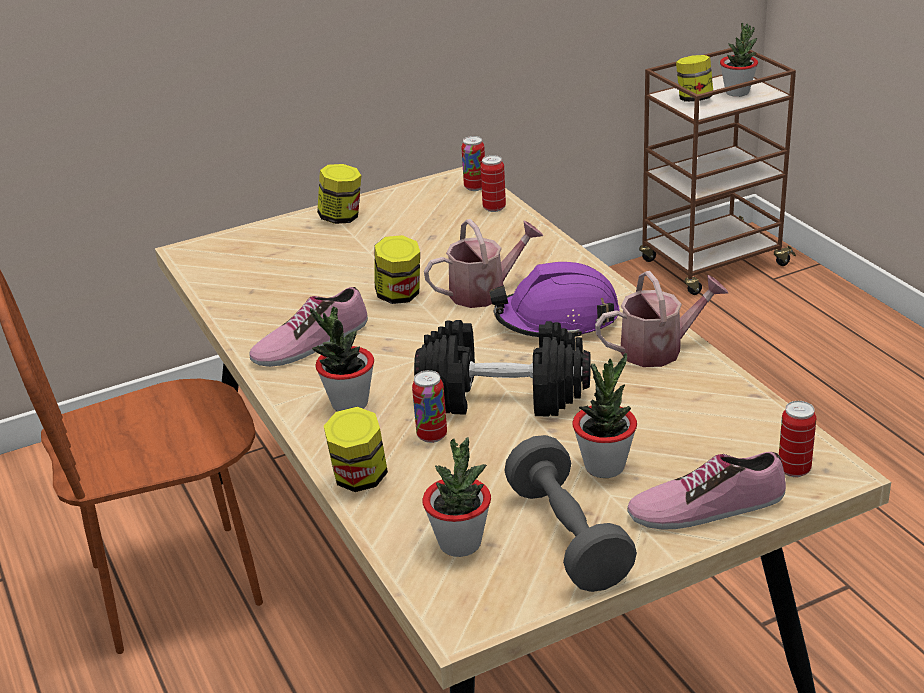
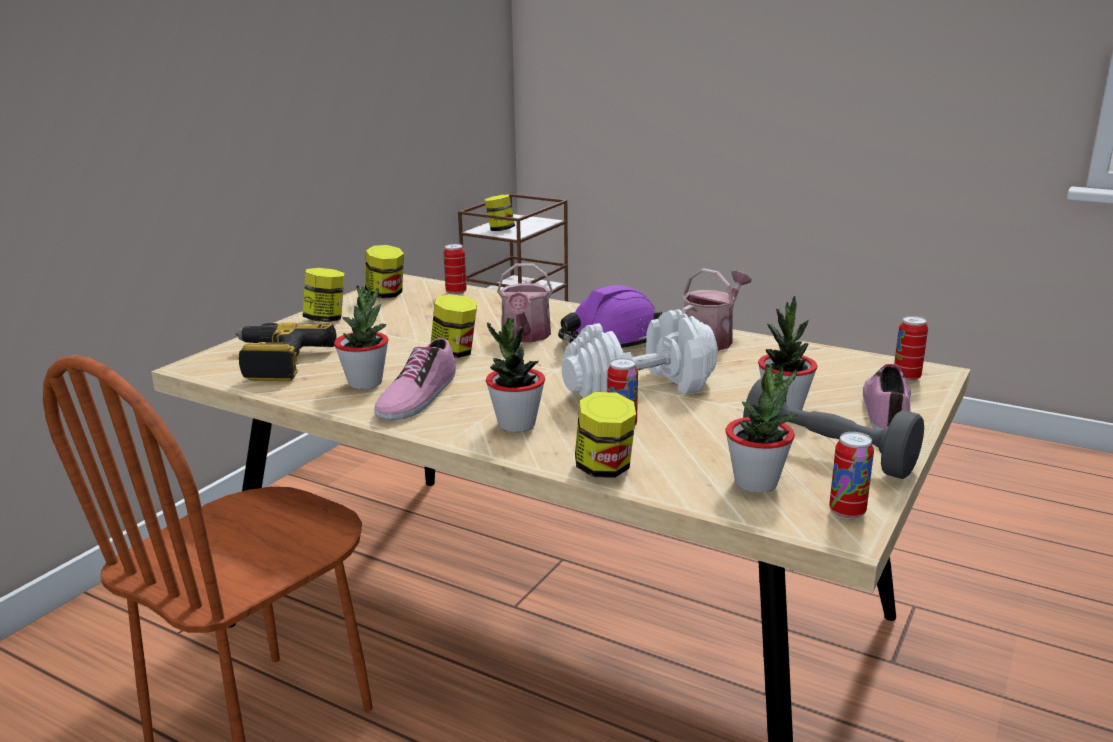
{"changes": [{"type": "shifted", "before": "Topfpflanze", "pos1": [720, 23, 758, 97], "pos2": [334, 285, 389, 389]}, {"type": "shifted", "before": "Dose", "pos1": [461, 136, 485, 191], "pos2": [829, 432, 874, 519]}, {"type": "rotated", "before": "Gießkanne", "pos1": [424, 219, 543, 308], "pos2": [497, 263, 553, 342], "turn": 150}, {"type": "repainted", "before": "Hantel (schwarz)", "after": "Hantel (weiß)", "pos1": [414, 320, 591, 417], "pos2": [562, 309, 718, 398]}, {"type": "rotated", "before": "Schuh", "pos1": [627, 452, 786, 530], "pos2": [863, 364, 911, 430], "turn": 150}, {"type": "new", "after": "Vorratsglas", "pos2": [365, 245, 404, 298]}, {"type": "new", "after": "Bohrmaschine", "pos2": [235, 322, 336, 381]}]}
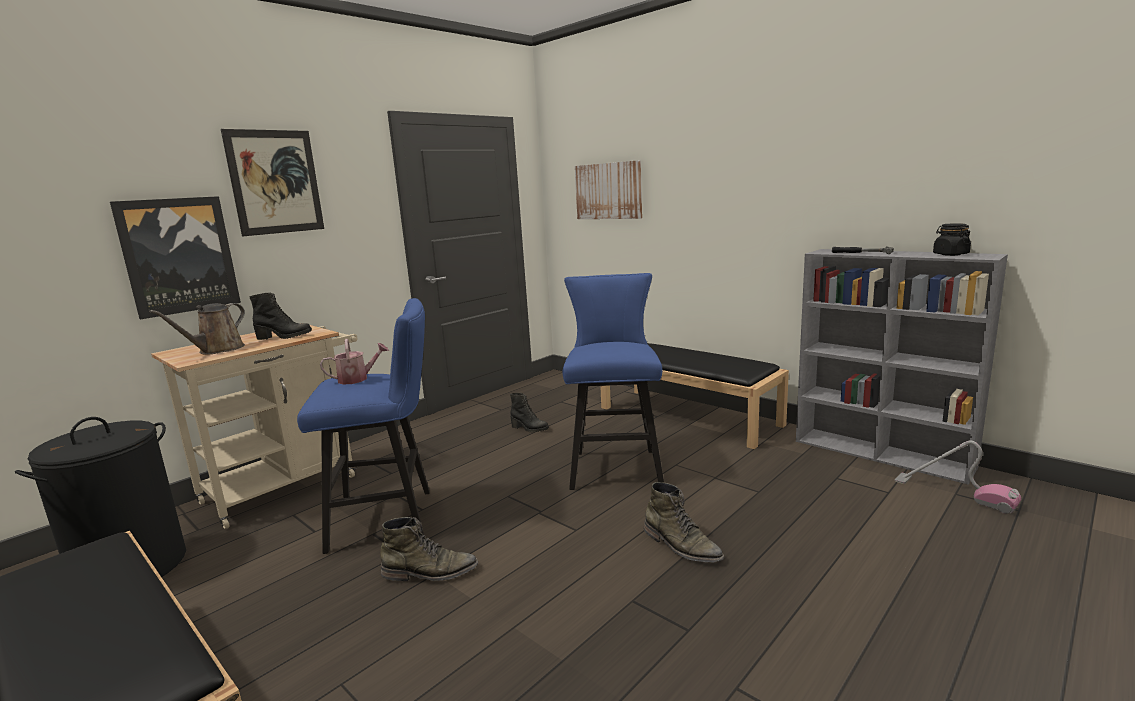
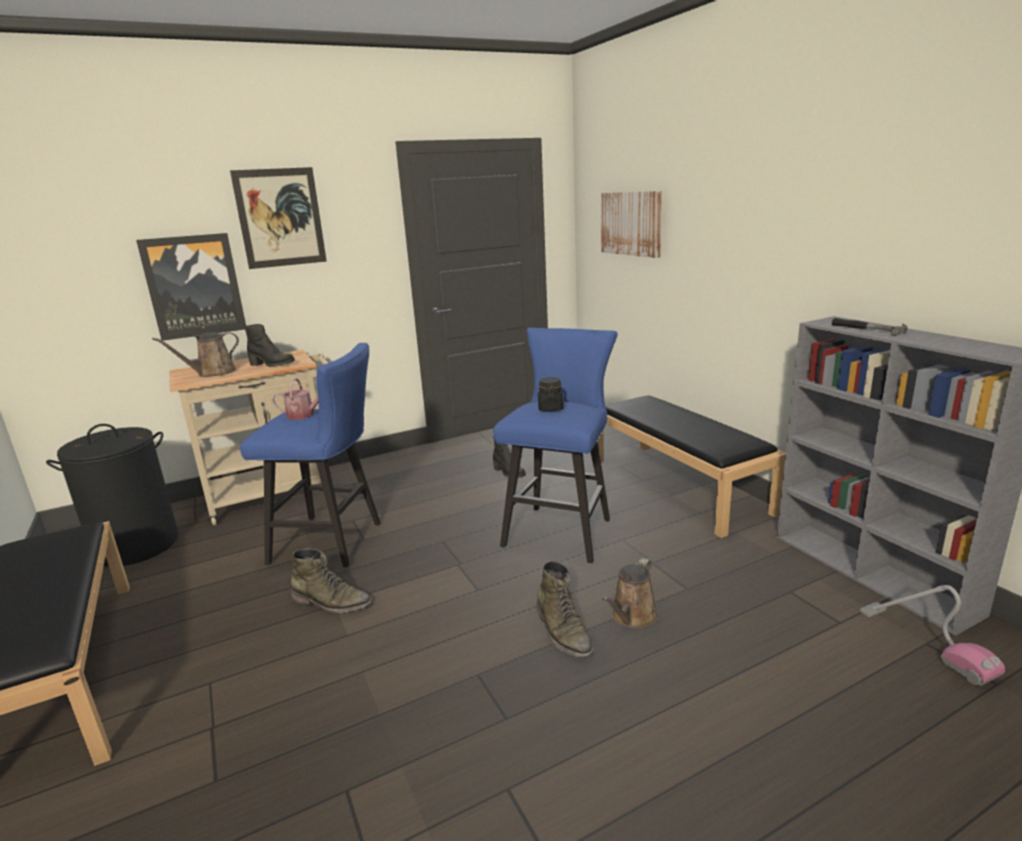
{"changes": [{"type": "shifted", "before": "Vorratsglas (schwarz)", "pos1": [933, 223, 971, 256], "pos2": [538, 377, 564, 411]}, {"type": "new", "after": "Gießkanne (braun)", "pos2": [602, 558, 658, 628]}]}
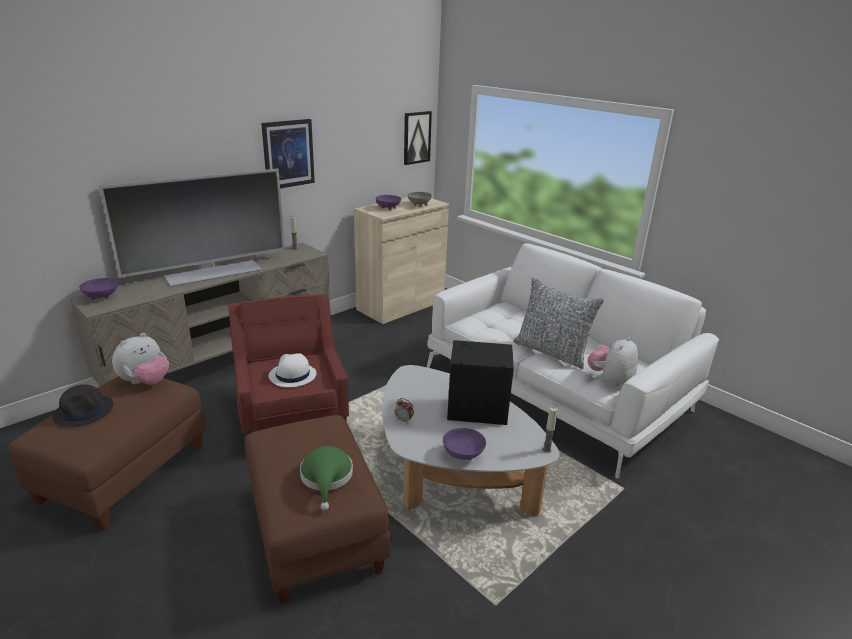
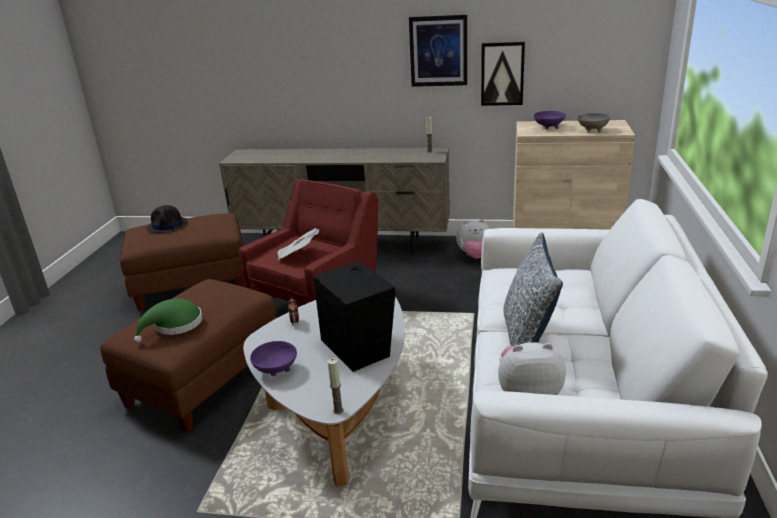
{"changes": [{"type": "shifted", "before": "Bild", "pos1": [404, 111, 432, 165], "pos2": [481, 42, 525, 106]}, {"type": "gone", "before": "Fernseher", "pos1": [99, 169, 285, 287]}, {"type": "gone", "before": "Schüssel (lila)", "pos1": [79, 278, 118, 300]}, {"type": "shifted", "before": "Plüschtier", "pos1": [112, 333, 169, 385], "pos2": [456, 219, 490, 259]}, {"type": "swapped", "before": "Hut (weiß)", "after": "Zeitung", "pos1": [268, 353, 317, 387], "pos2": [278, 228, 319, 260]}]}
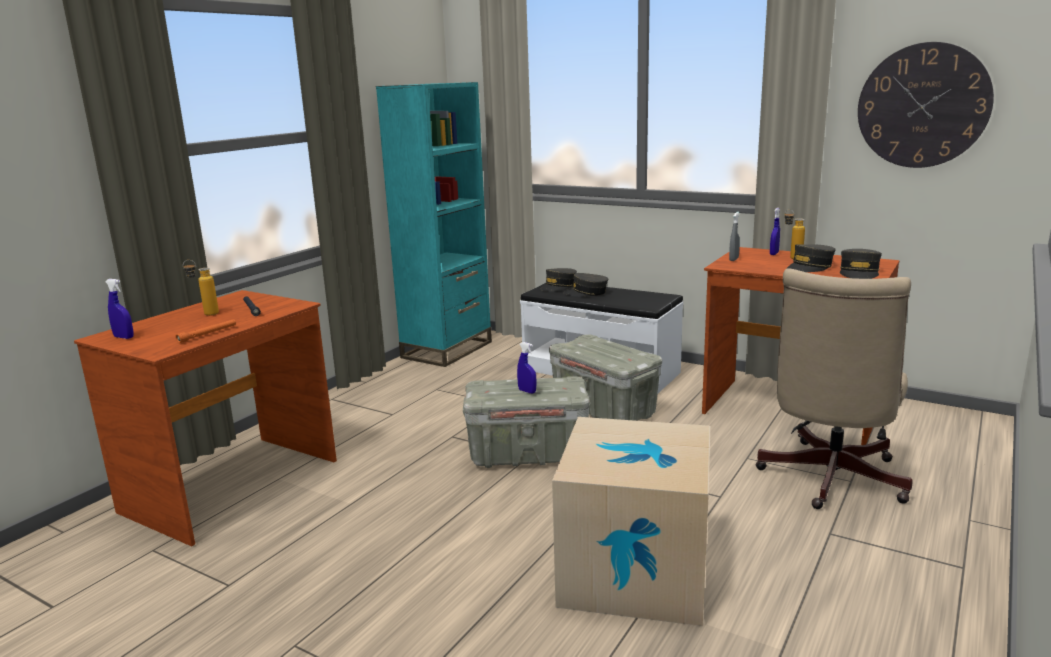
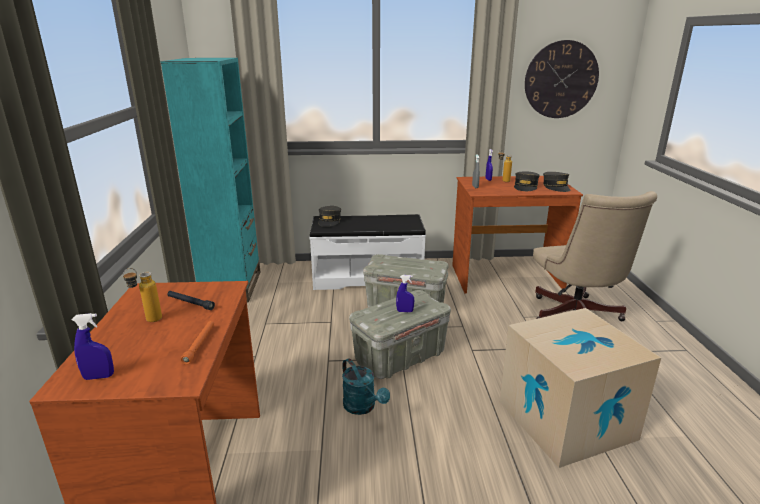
{"changes": [{"type": "gone", "before": "Kappe (grau)", "pos1": [563, 273, 608, 297]}, {"type": "new", "after": "Gießkanne (türkis)", "pos2": [342, 358, 390, 415]}]}
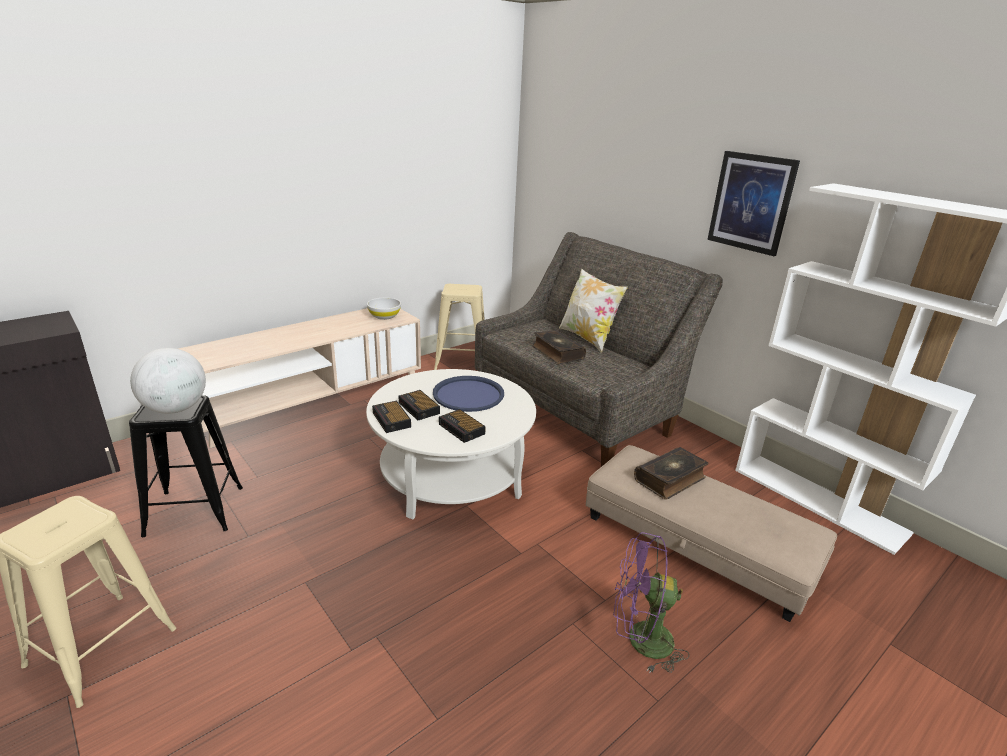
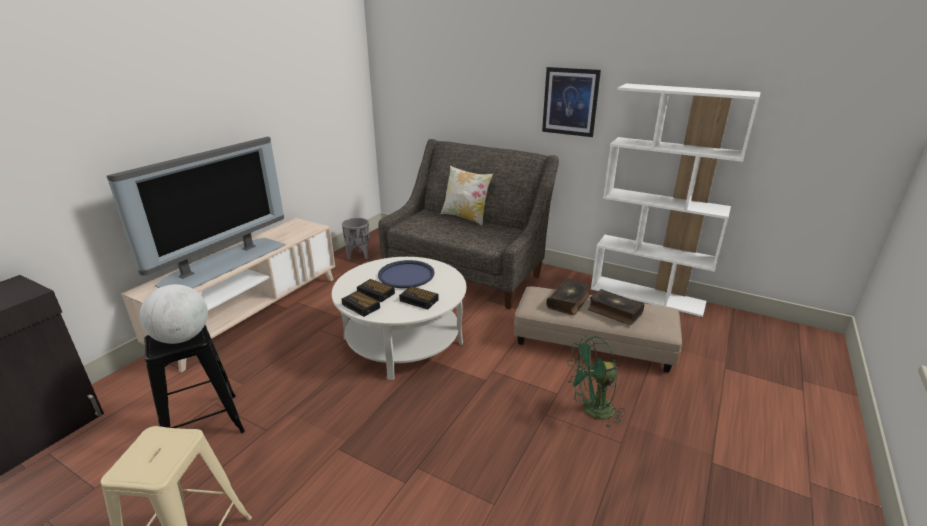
{"changes": [{"type": "swapped", "before": "Hocker (beige)", "after": "Pflanzkübel (grau)", "pos1": [434, 284, 484, 370], "pos2": [342, 218, 370, 259]}, {"type": "gone", "before": "Schüssel (weiß)", "pos1": [367, 298, 401, 320]}, {"type": "shifted", "before": "Buch", "pos1": [532, 330, 586, 364], "pos2": [588, 289, 644, 325]}, {"type": "repainted", "before": "Ventilator (lila)", "after": "Ventilator (grün)", "pos1": [613, 532, 689, 673], "pos2": [567, 336, 626, 429]}, {"type": "new", "after": "Fernseher", "pos2": [106, 137, 286, 288]}]}
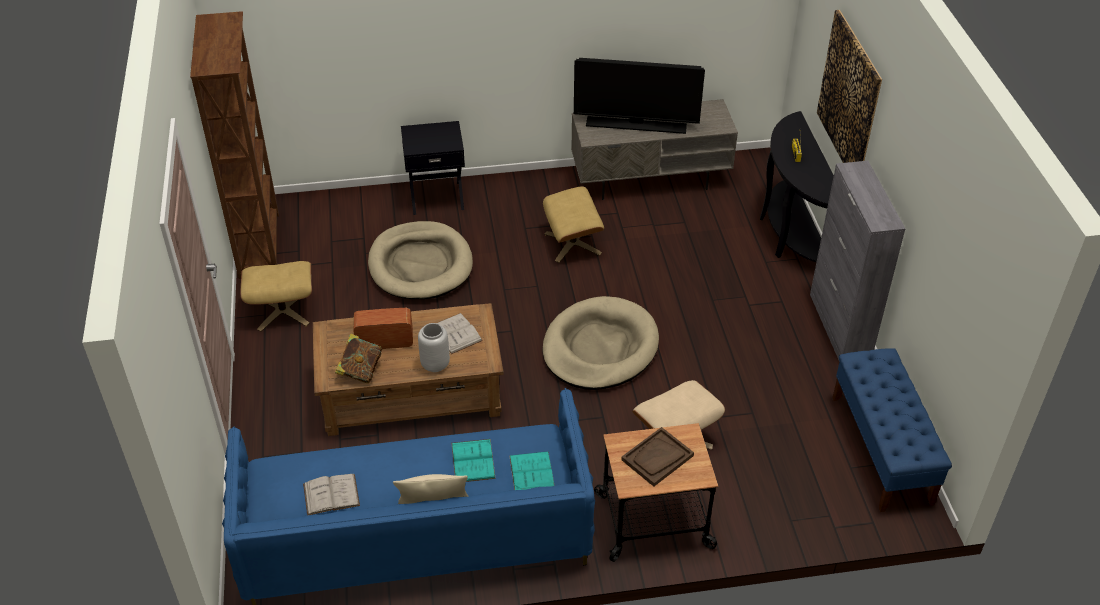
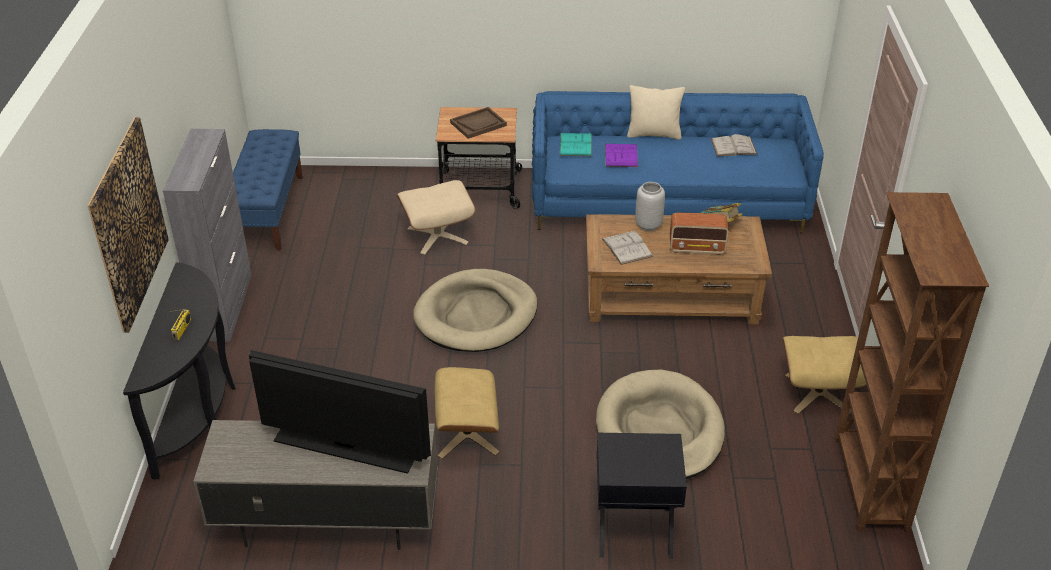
{"changes": [{"type": "repainted", "before": "Buch (türkis)", "after": "Buch (lila)", "pos1": [452, 439, 496, 482], "pos2": [605, 144, 638, 167]}]}
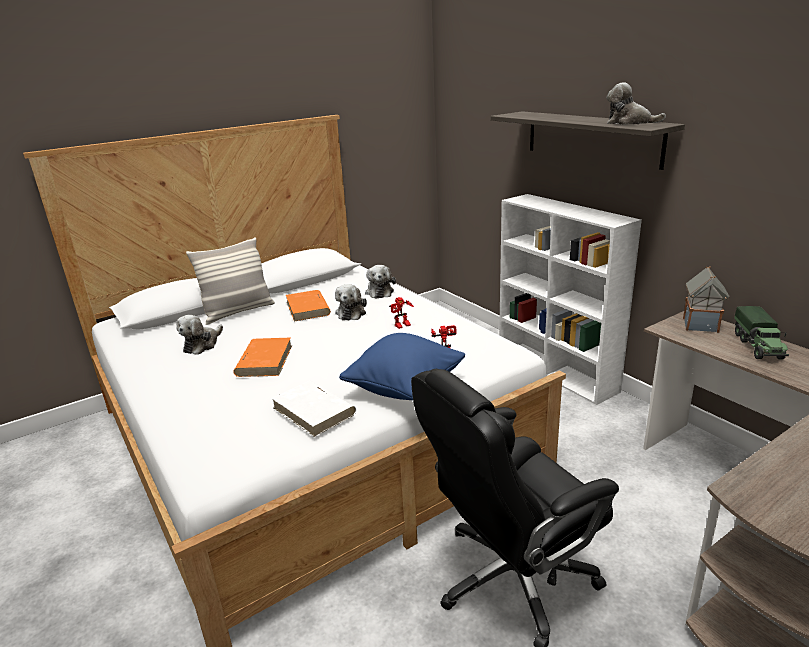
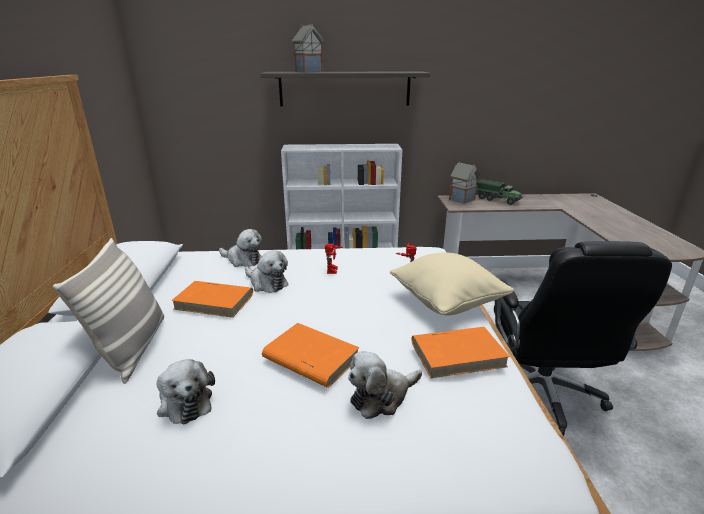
{"changes": [{"type": "shifted", "before": "Plüschtier", "pos1": [607, 82, 666, 125], "pos2": [348, 351, 422, 419]}, {"type": "repainted", "before": "Kissen (blau)", "after": "Kissen (beige)", "pos1": [339, 333, 465, 400], "pos2": [390, 253, 514, 315]}, {"type": "repainted", "before": "Buch (weiß)", "after": "Buch (orange)", "pos1": [271, 381, 356, 437], "pos2": [412, 327, 510, 378]}, {"type": "new", "after": "Spielzeughaus", "pos2": [292, 24, 324, 73]}]}
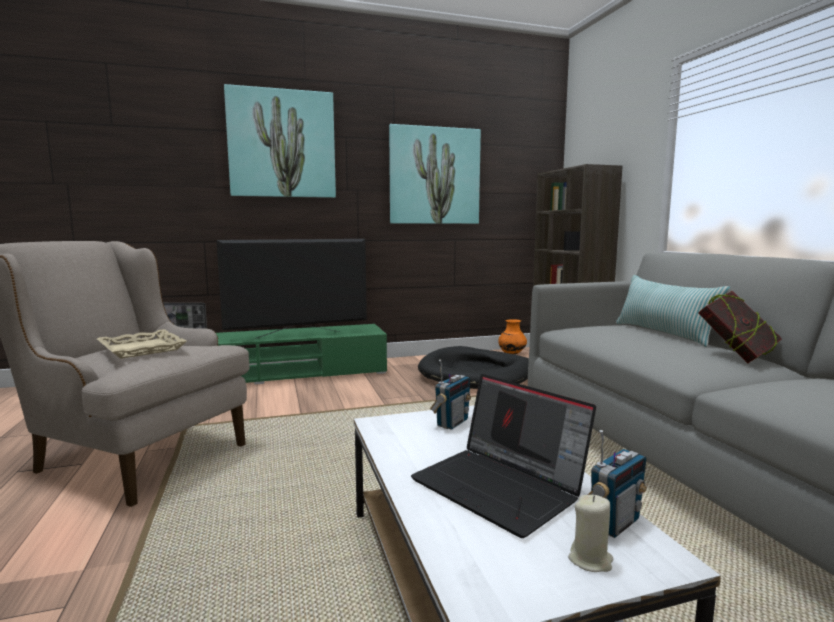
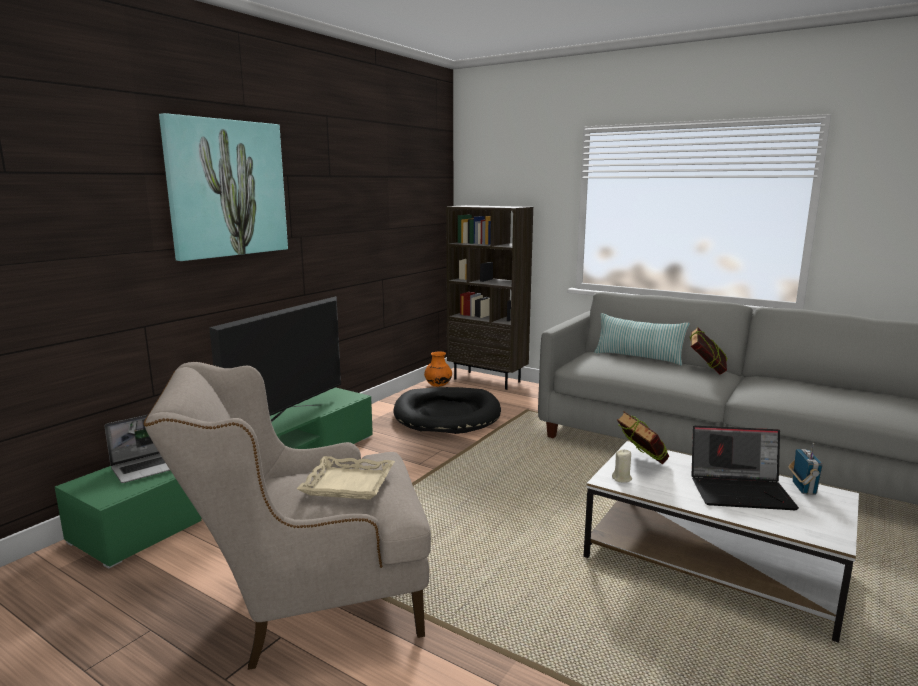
{"changes": [{"type": "gone", "before": "Bild", "pos1": [389, 124, 481, 224]}, {"type": "swapped", "before": "Radio", "after": "Buch", "pos1": [430, 359, 471, 430], "pos2": [617, 412, 669, 464]}, {"type": "shifted", "before": "Kerze (beige)", "pos1": [568, 495, 613, 572], "pos2": [612, 450, 632, 483]}]}
